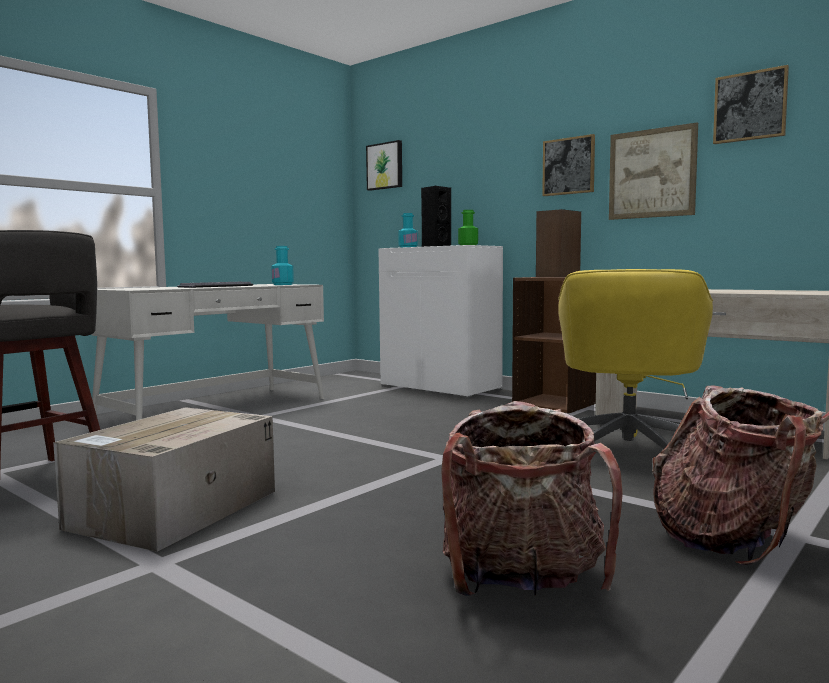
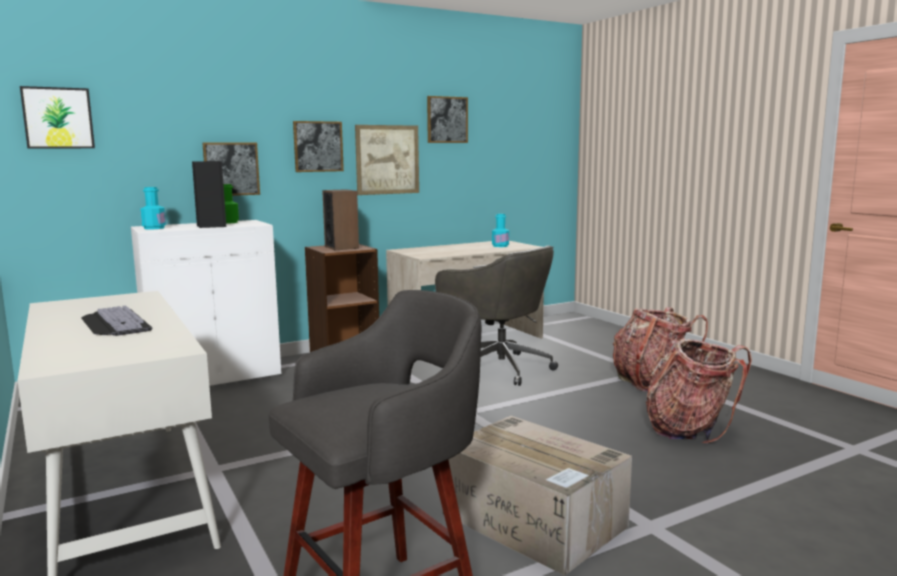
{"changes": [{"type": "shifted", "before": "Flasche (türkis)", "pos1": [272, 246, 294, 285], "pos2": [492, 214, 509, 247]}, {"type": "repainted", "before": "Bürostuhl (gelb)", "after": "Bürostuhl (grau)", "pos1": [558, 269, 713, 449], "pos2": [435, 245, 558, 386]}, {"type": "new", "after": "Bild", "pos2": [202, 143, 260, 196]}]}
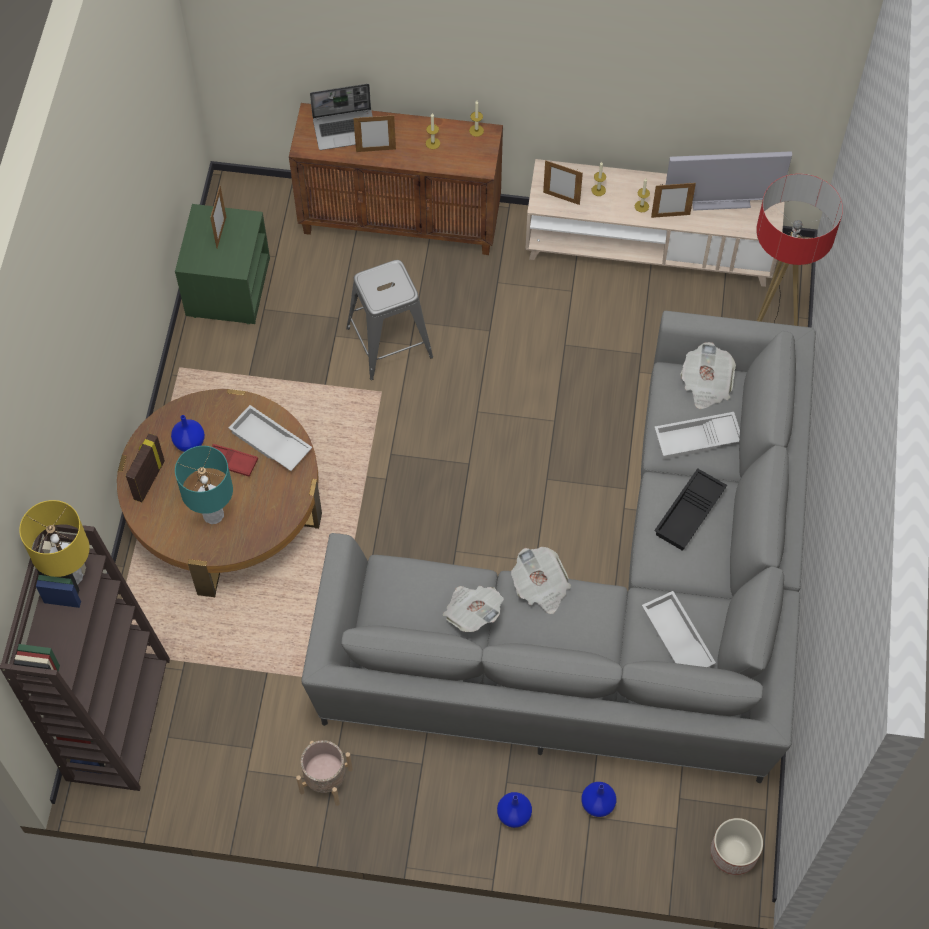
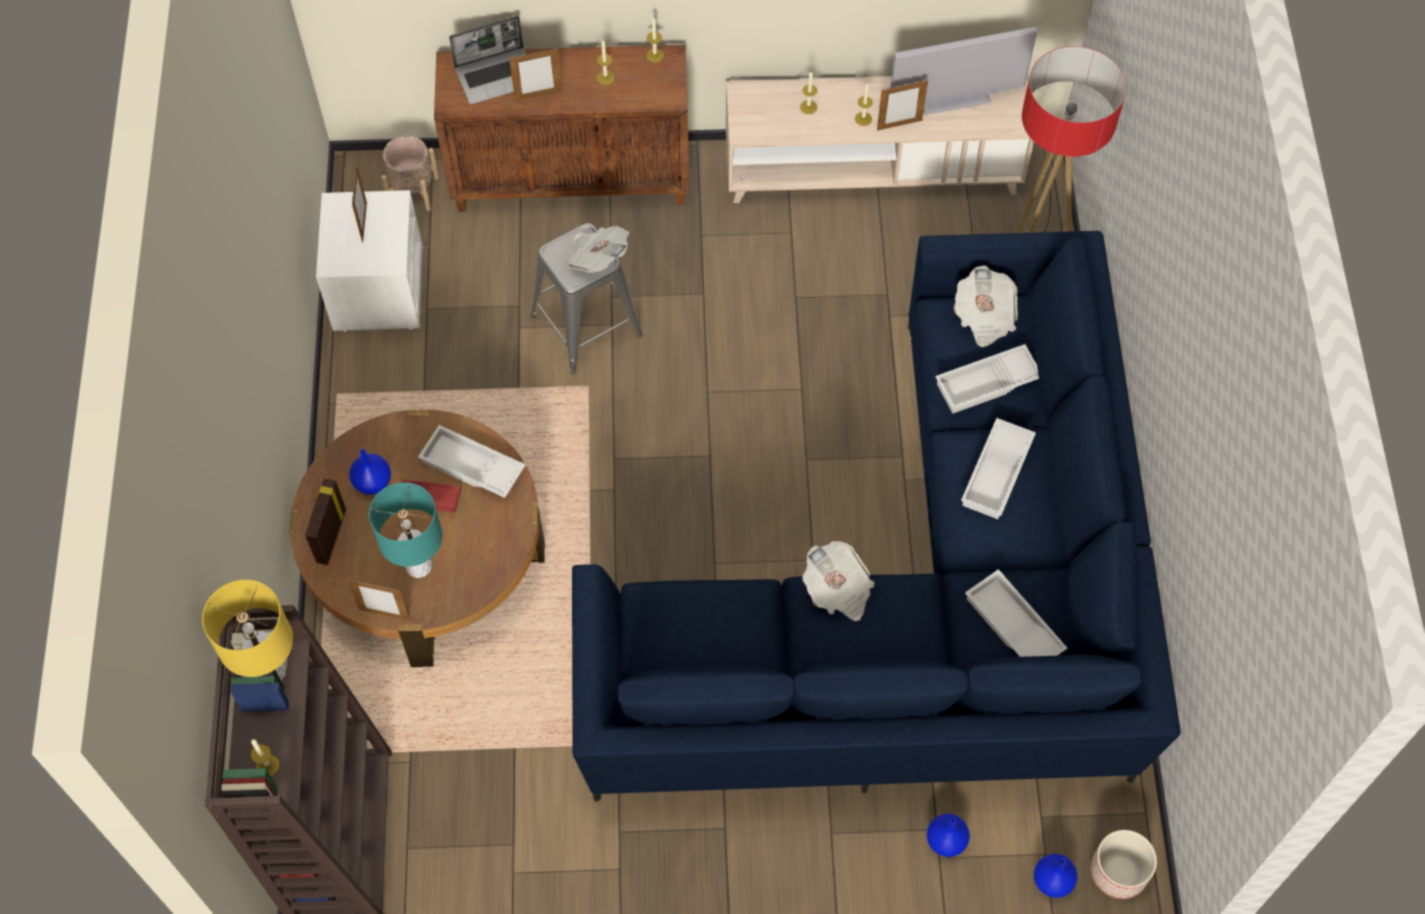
{"changes": [{"type": "shifted", "before": "Bilderrahmen", "pos1": [543, 160, 583, 205], "pos2": [348, 579, 410, 621]}, {"type": "repainted", "before": "Nachttisch (grün)", "after": "Nachttisch (weiß)", "pos1": [175, 204, 270, 324], "pos2": [316, 190, 423, 332]}, {"type": "repainted", "before": "Sofa (grau)", "after": "Sofa (blau)", "pos1": [301, 311, 816, 783], "pos2": [572, 231, 1181, 802]}, {"type": "repainted", "before": "Tablett (schwarz)", "after": "Tablett (weiß)", "pos1": [654, 468, 727, 551], "pos2": [961, 418, 1036, 519]}, {"type": "shifted", "before": "Zeitung", "pos1": [443, 586, 504, 632], "pos2": [565, 225, 630, 273]}, {"type": "shifted", "before": "Pflanzkübel (beige)", "pos1": [296, 740, 353, 806], "pos2": [381, 136, 439, 211]}, {"type": "shifted", "before": "Vase (blau)", "pos1": [497, 792, 532, 828], "pos2": [1034, 854, 1077, 898]}, {"type": "new", "after": "Kerze", "pos2": [251, 739, 280, 776]}]}
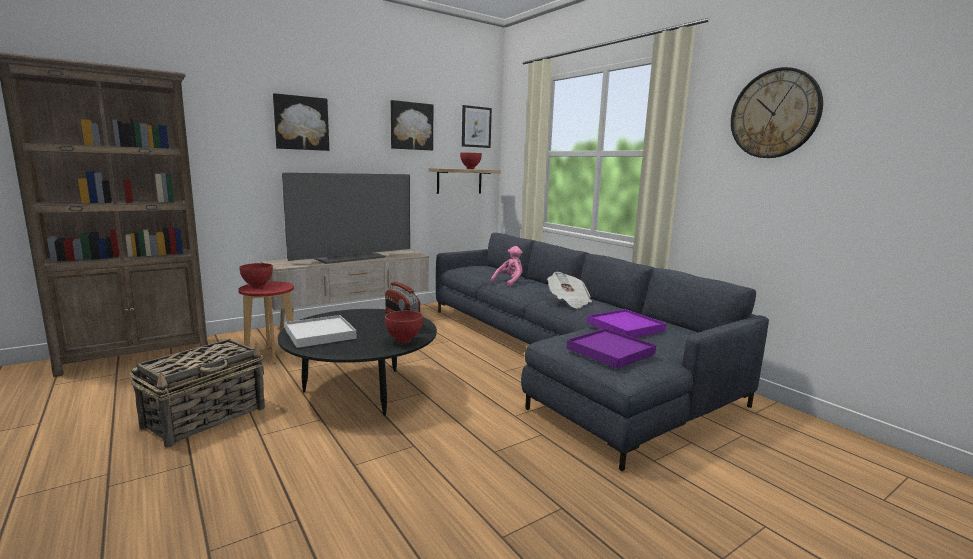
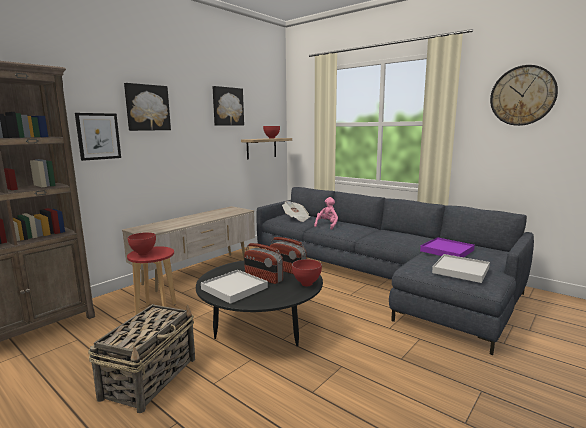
{"changes": [{"type": "shifted", "before": "Bild", "pos1": [462, 105, 492, 148], "pos2": [75, 113, 121, 161]}, {"type": "gone", "before": "Fernseher", "pos1": [282, 173, 410, 264]}, {"type": "shifted", "before": "Zeitung", "pos1": [547, 272, 592, 309], "pos2": [282, 201, 310, 222]}, {"type": "repainted", "before": "Tablett (lila)", "after": "Tablett (weiß)", "pos1": [567, 328, 656, 368], "pos2": [432, 254, 490, 283]}, {"type": "new", "after": "Radio", "pos2": [244, 243, 283, 284]}]}
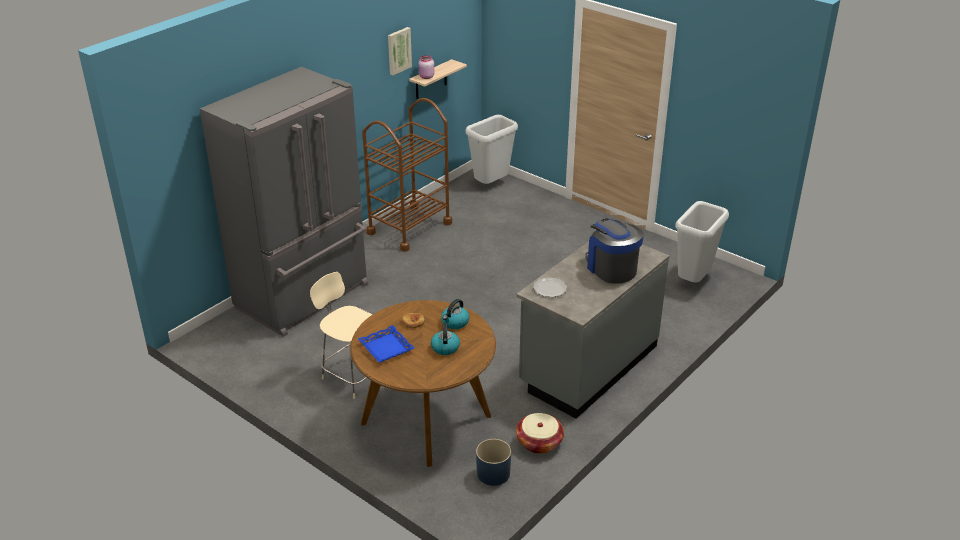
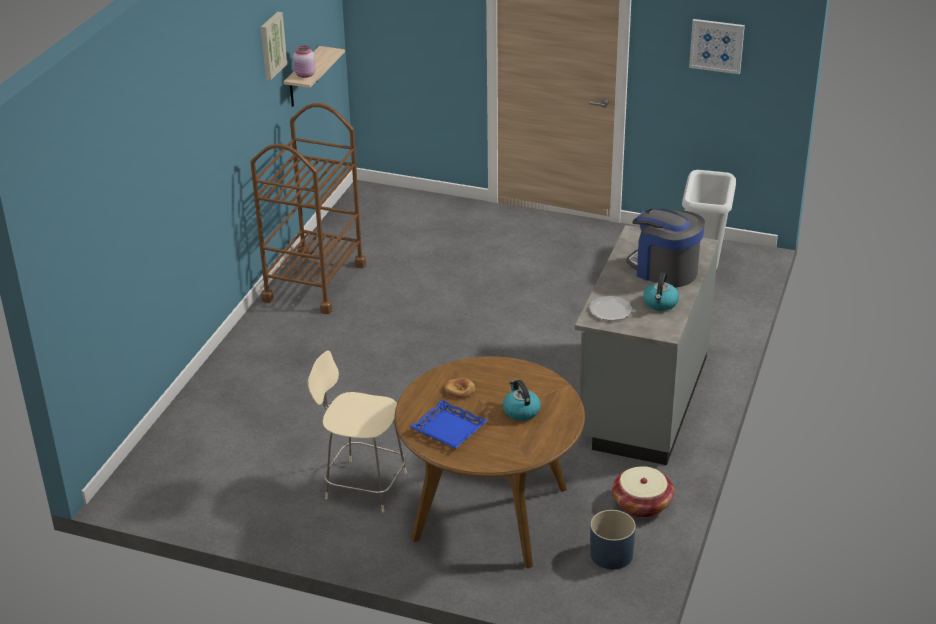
{"changes": [{"type": "gone", "before": "Kühlschrank (grau)", "pos1": [200, 67, 368, 337]}, {"type": "gone", "before": "Mülleimer (grau)", "pos1": [465, 115, 518, 184]}, {"type": "shifted", "before": "Wasserkessel", "pos1": [441, 299, 469, 329], "pos2": [643, 272, 679, 311]}, {"type": "new", "after": "Bild", "pos2": [689, 19, 745, 74]}]}
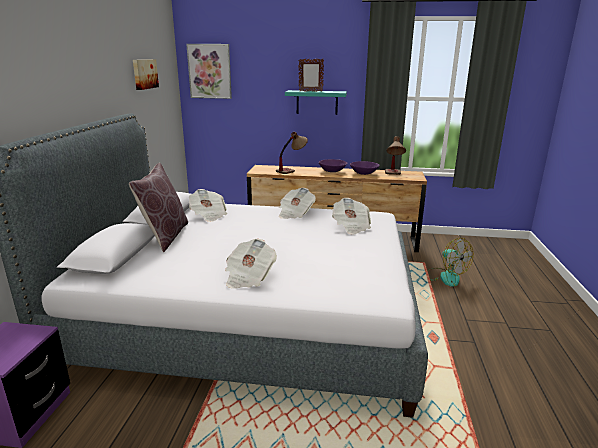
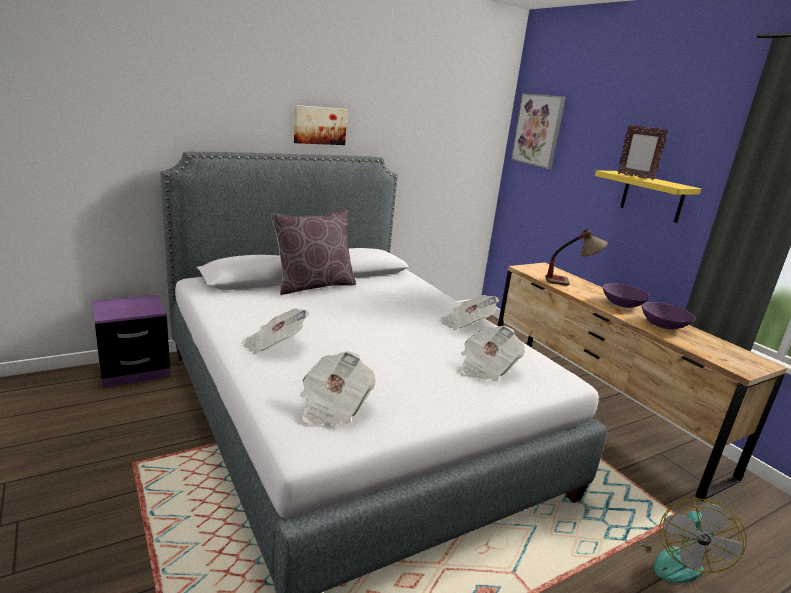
{"changes": [{"type": "shifted", "before": "Bild", "pos1": [133, 59, 159, 90], "pos2": [294, 105, 347, 145]}, {"type": "repainted", "before": "Wandregal (türkis)", "after": "Wandregal (gelb)", "pos1": [285, 90, 347, 115], "pos2": [595, 170, 701, 223]}, {"type": "gone", "before": "Tischlampe", "pos1": [385, 136, 406, 175]}, {"type": "shifted", "before": "Zeitung", "pos1": [189, 189, 227, 222], "pos2": [300, 351, 376, 425]}]}
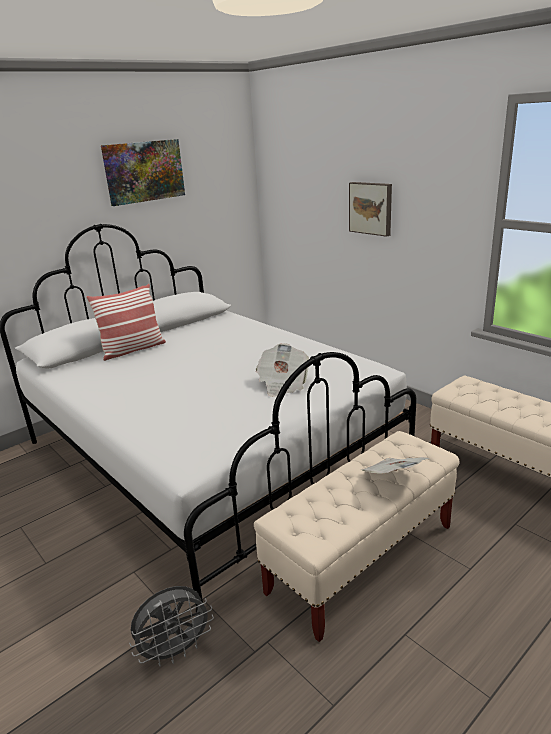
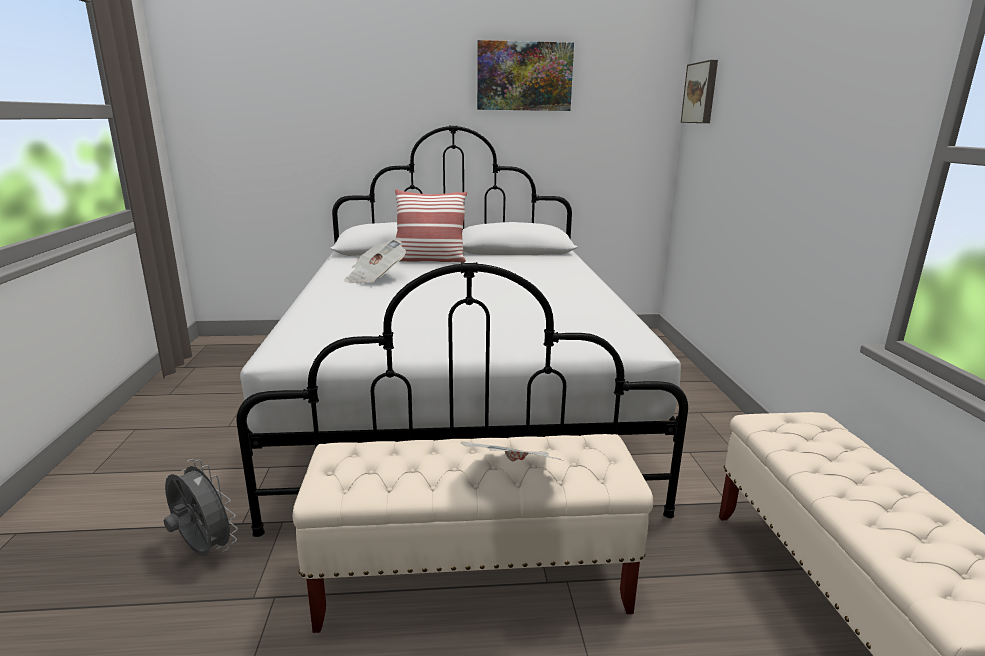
{"changes": [{"type": "shifted", "before": "Bild", "pos1": [349, 182, 392, 237], "pos2": [681, 60, 718, 123]}, {"type": "shifted", "before": "Zeitung", "pos1": [256, 343, 309, 397], "pos2": [344, 240, 406, 283]}, {"type": "rotated", "before": "Ventilator (grau)", "pos1": [129, 586, 214, 667], "pos2": [164, 459, 238, 556], "turn": -150}]}
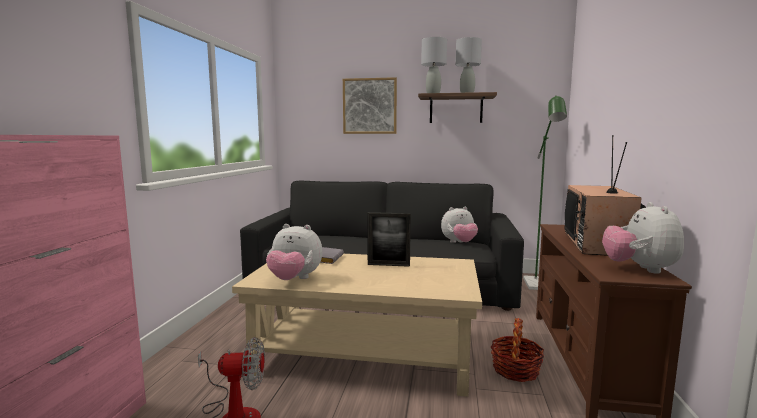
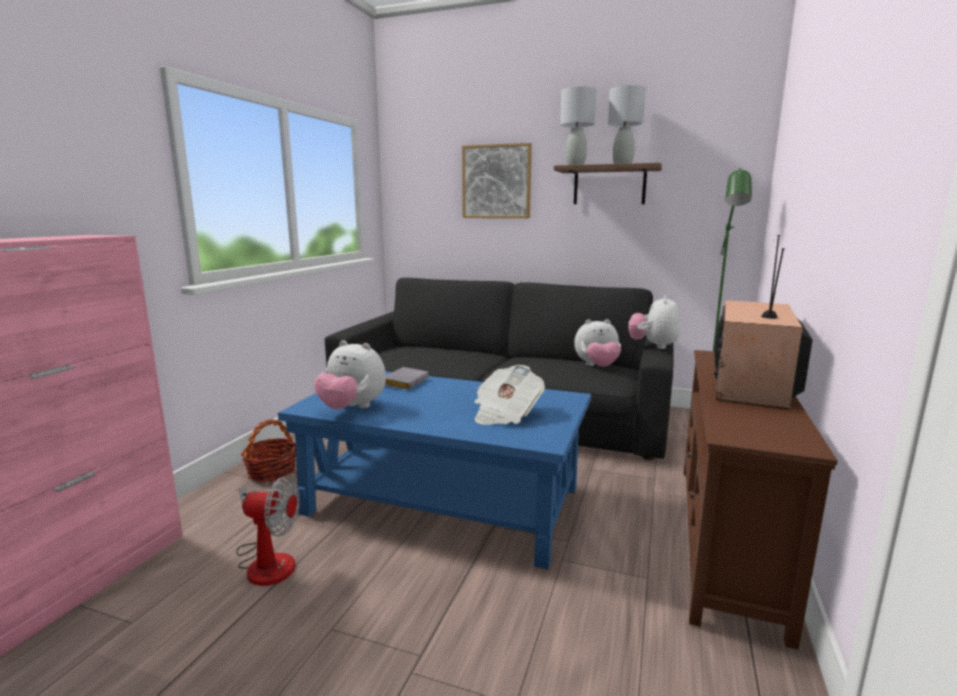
{"changes": [{"type": "shifted", "before": "Plüschtier", "pos1": [602, 202, 684, 274], "pos2": [629, 295, 680, 349]}, {"type": "gone", "before": "Bilderrahmen", "pos1": [367, 212, 411, 267]}, {"type": "repainted", "before": "Couchtisch (beige)", "after": "Couchtisch (blau)", "pos1": [232, 254, 482, 397], "pos2": [278, 371, 591, 569]}, {"type": "shifted", "before": "Korb", "pos1": [491, 318, 544, 382], "pos2": [241, 420, 296, 482]}, {"type": "new", "after": "Zeitung", "pos2": [475, 365, 545, 425]}]}
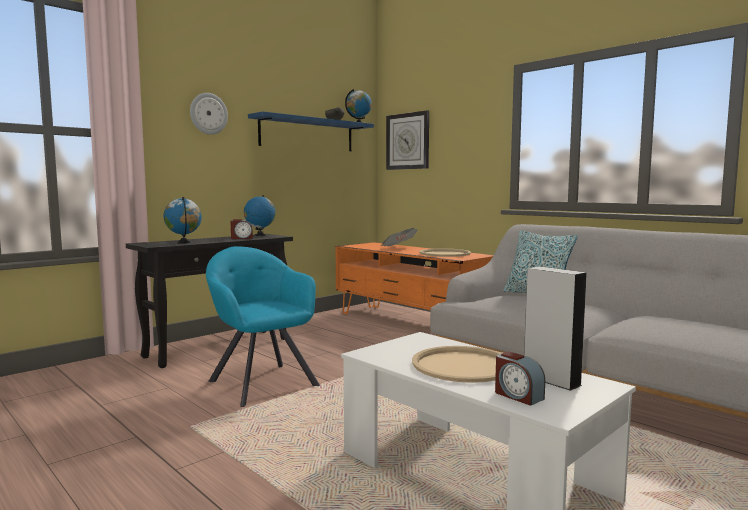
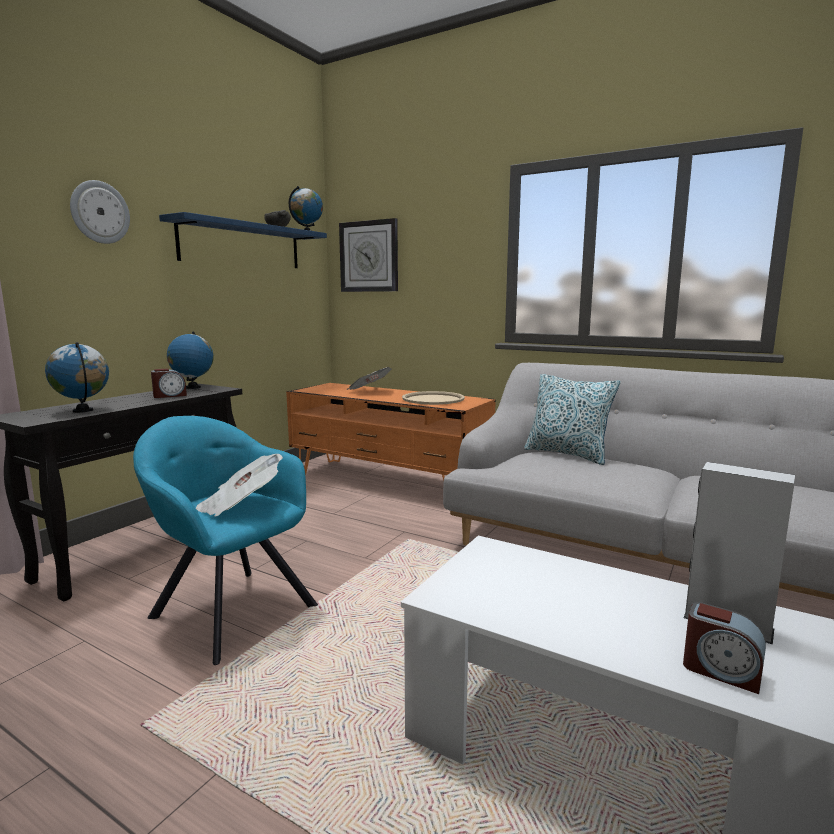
{"changes": [{"type": "gone", "before": "Tablett (beige)", "pos1": [412, 346, 502, 383]}, {"type": "new", "after": "Zeitung", "pos2": [196, 454, 283, 517]}]}
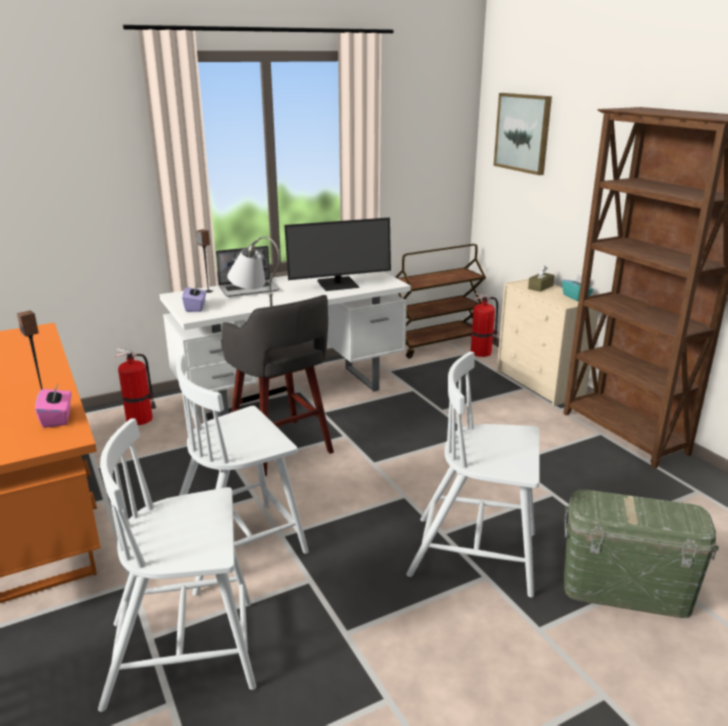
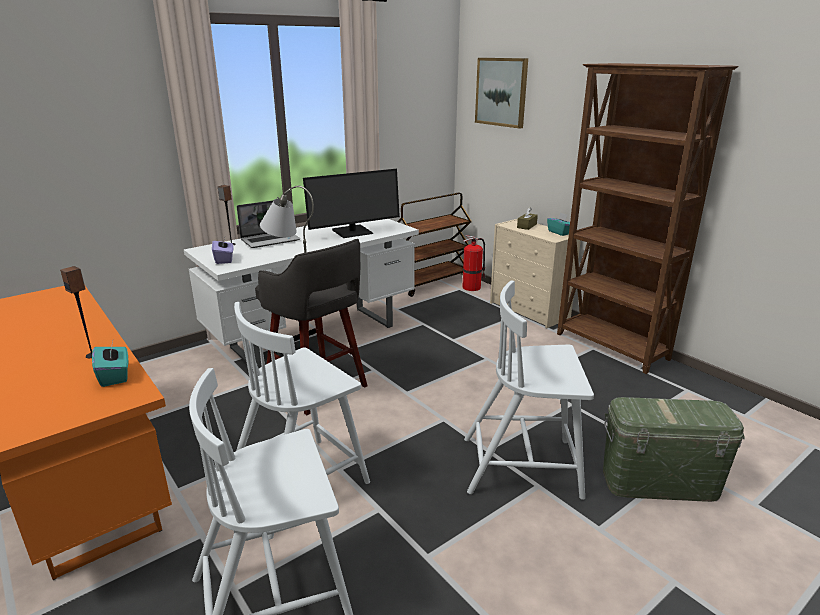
{"changes": [{"type": "gone", "before": "Feuerlöscher", "pos1": [115, 348, 157, 425]}, {"type": "repainted", "before": "Taschentuchbox (rosa)", "after": "Taschentuchbox (türkis)", "pos1": [35, 384, 72, 428], "pos2": [92, 341, 128, 387]}]}
